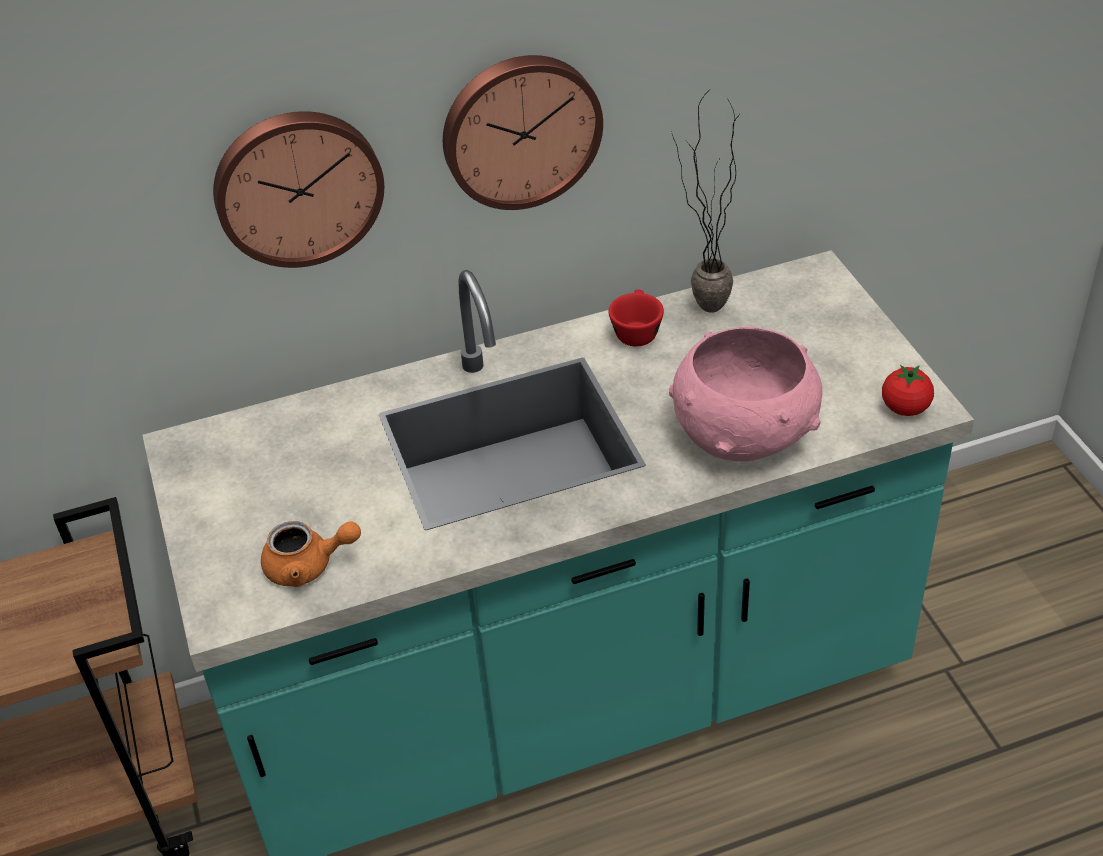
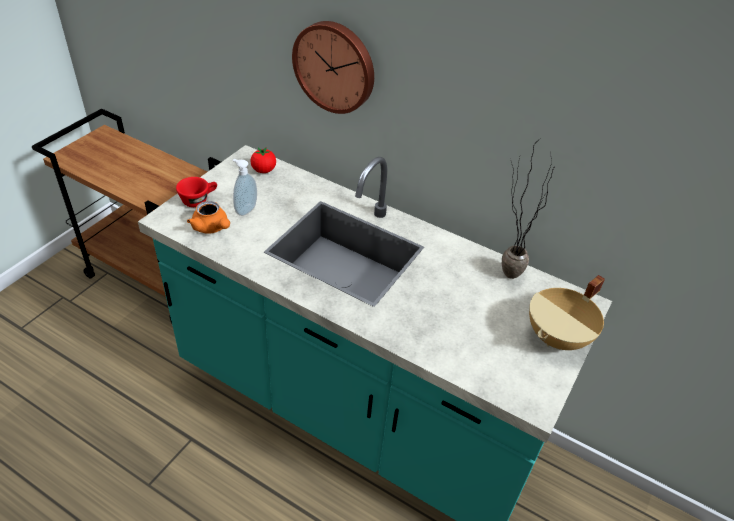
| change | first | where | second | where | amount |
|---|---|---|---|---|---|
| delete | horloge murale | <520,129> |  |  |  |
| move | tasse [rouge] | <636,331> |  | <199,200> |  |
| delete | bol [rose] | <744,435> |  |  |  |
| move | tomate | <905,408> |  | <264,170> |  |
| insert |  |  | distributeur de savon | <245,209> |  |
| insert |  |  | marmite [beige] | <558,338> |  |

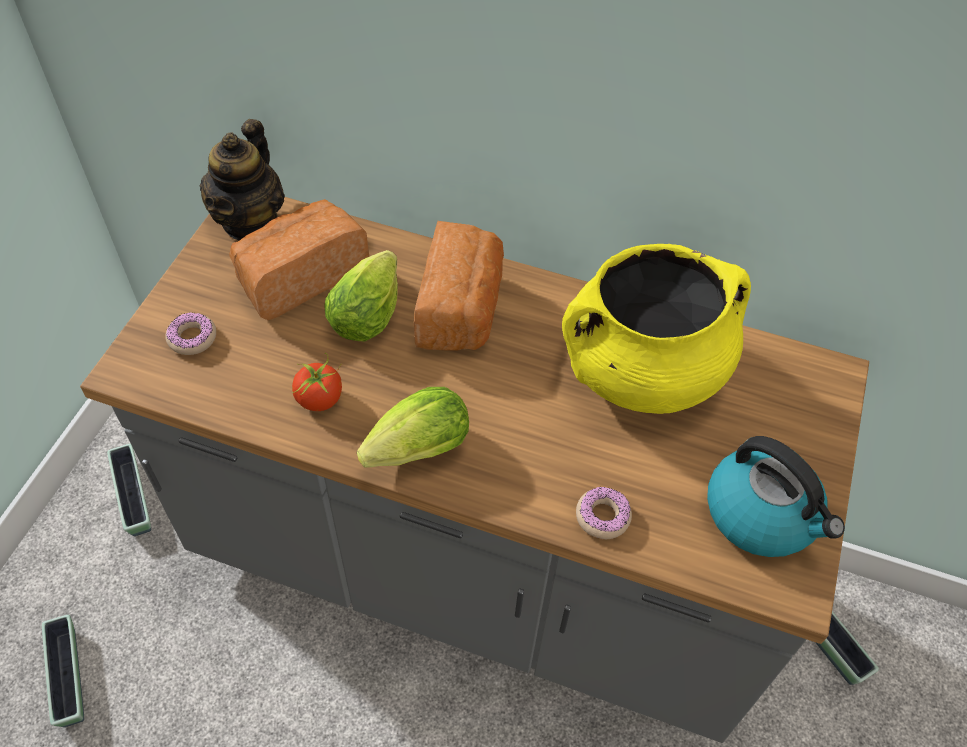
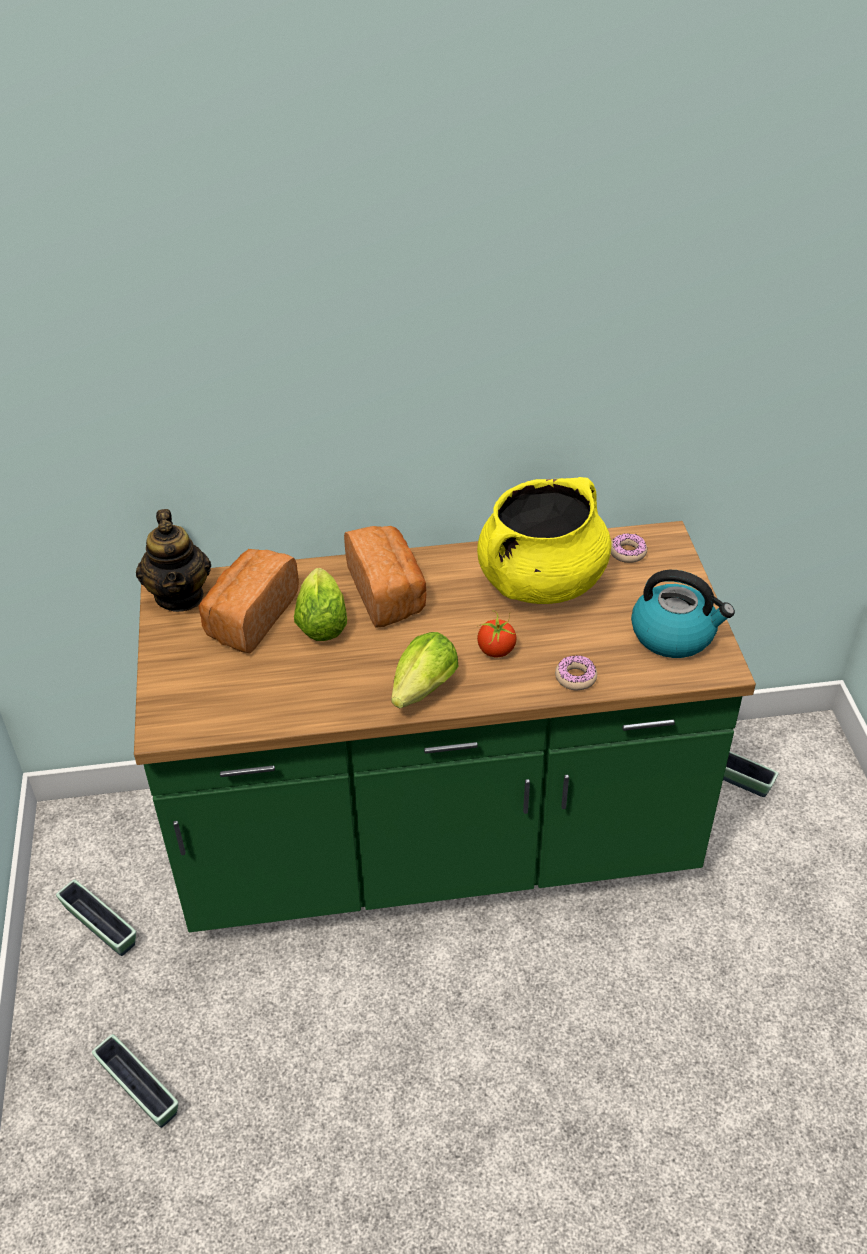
| change | first | where | second | where | amount |
|---|---|---|---|---|---|
| recolor | comptoir de cuisine [gris] | <475,566> | comptoir de cuisine [vert] | <437,844> |  |
| move | beignet | <192,338> |  | <627,552> |  |
| move | tomate | <320,399> |  | <496,650> |  |

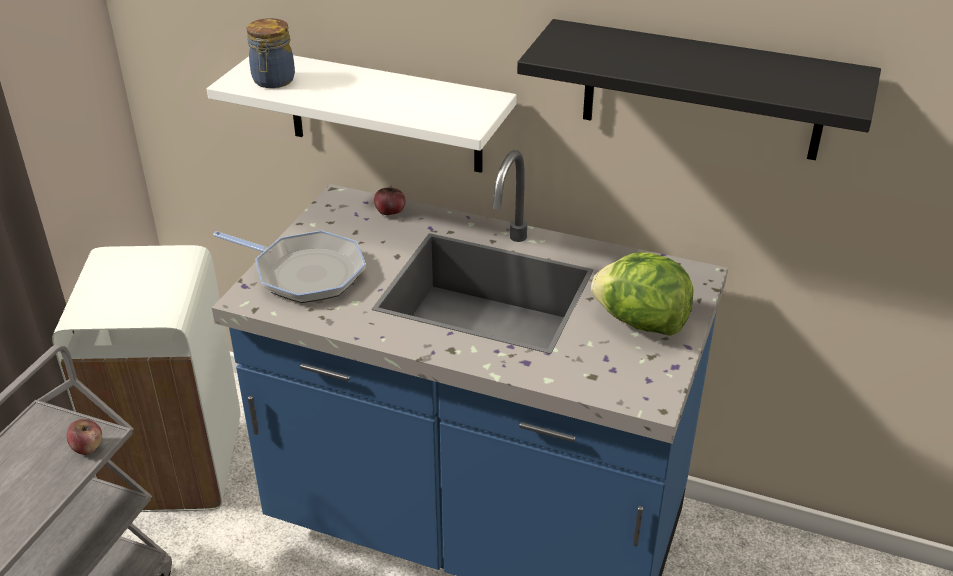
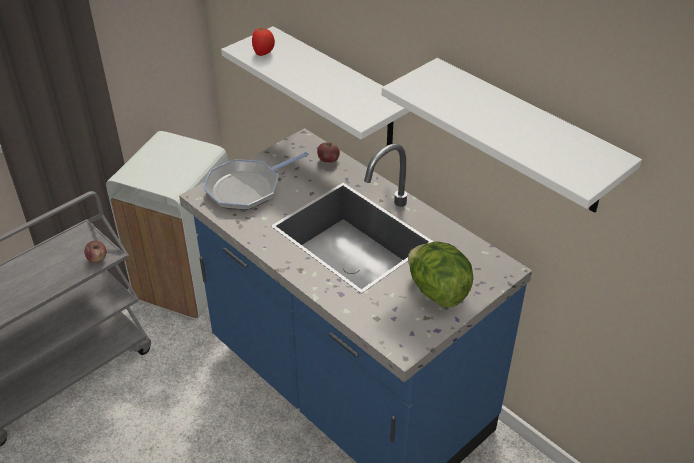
| change | first | where | second | where | amount |
|---|---|---|---|---|---|
| rotate | poêle | <304,273> |  | <247,188> | 90 degrees clockwise |
| replace | bocal | <273,81> | tomate | <264,53> |  |
| recolor | étagère [noir] | <702,91> | étagère [blanc] | <525,137> |  |

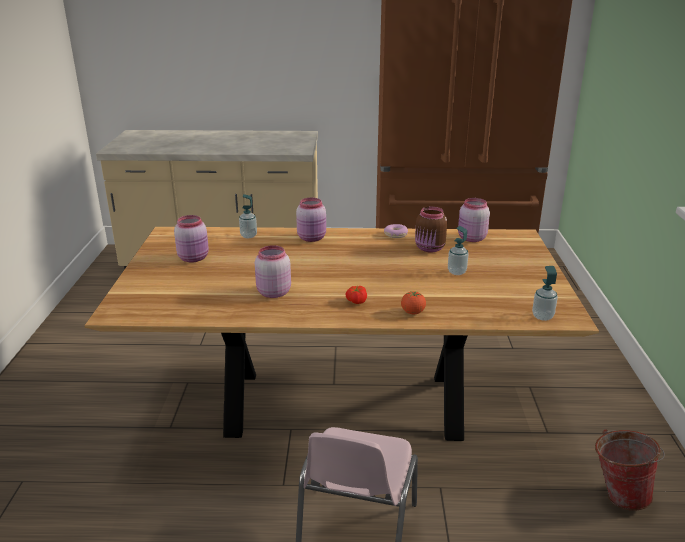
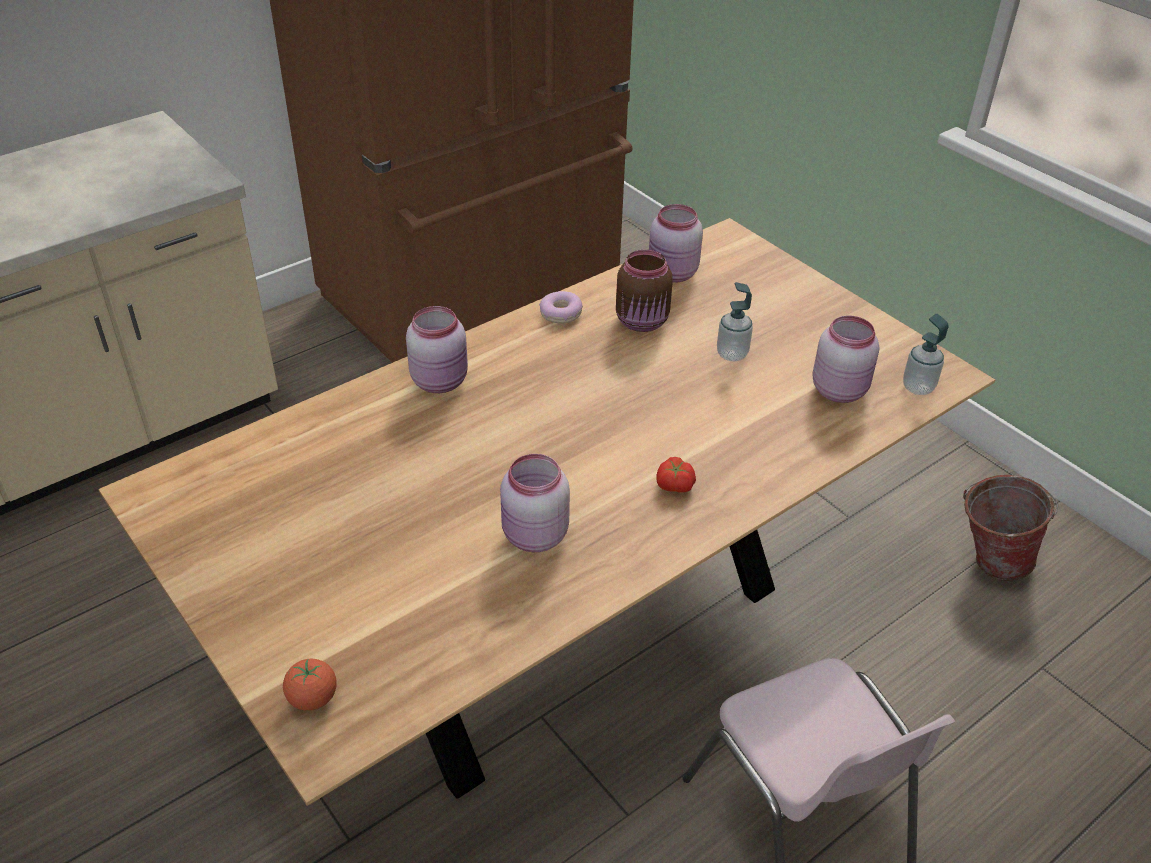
| change | first | where | second | where | amount |
|---|---|---|---|---|---|
| move | bocal [rose] | <194,258> |  | <840,389> |  |
| delete | distributeur de savon | <248,236> |  |  |  |
| move | tomate | <412,312> |  | <313,698> |  |

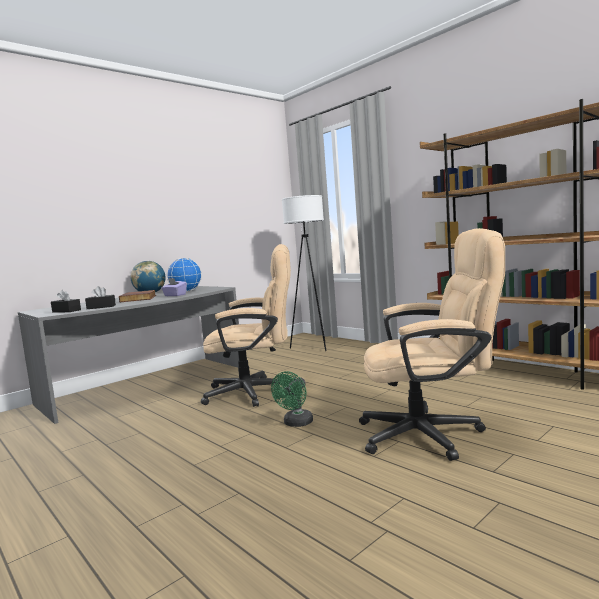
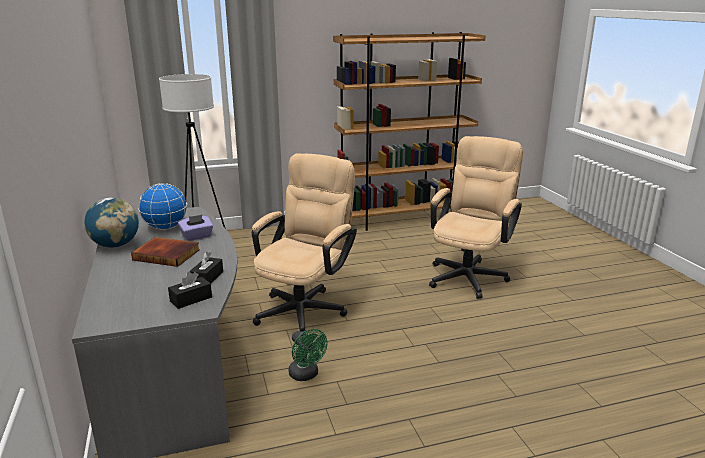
| change | first | where | second | where | amount |
|---|---|---|---|---|---|
| move | ventilateur [vert] | <296,423> |  | <306,375> |  |

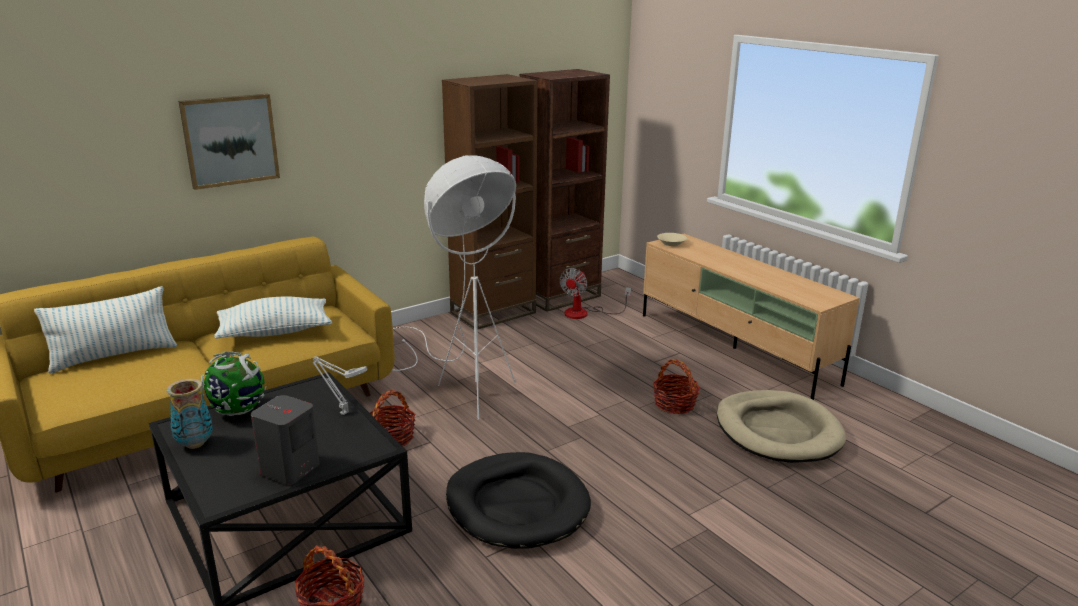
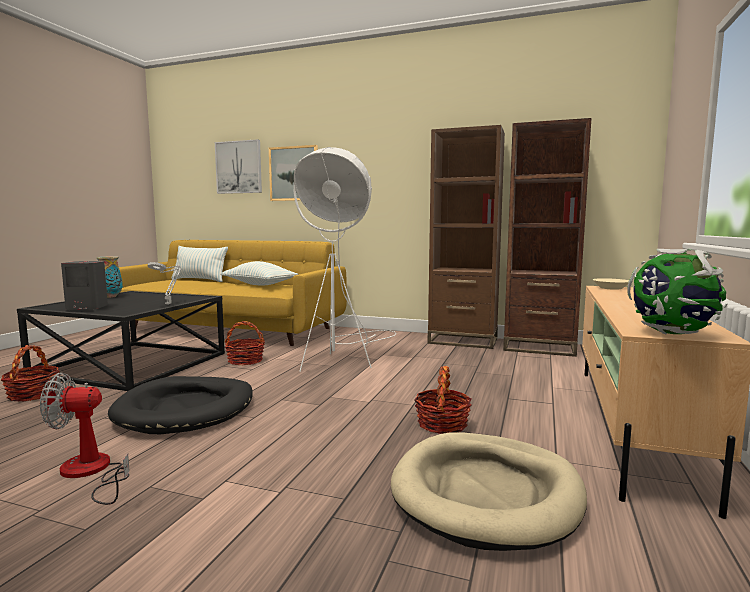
| change | first | where | second | where | amount |
|---|---|---|---|---|---|
| move | globe | <237,410> |  | <672,333> |  |
| move | ventilateur | <584,313> |  | <91,473> |  |
| insert |  |  | tableau | <239,167> |  |

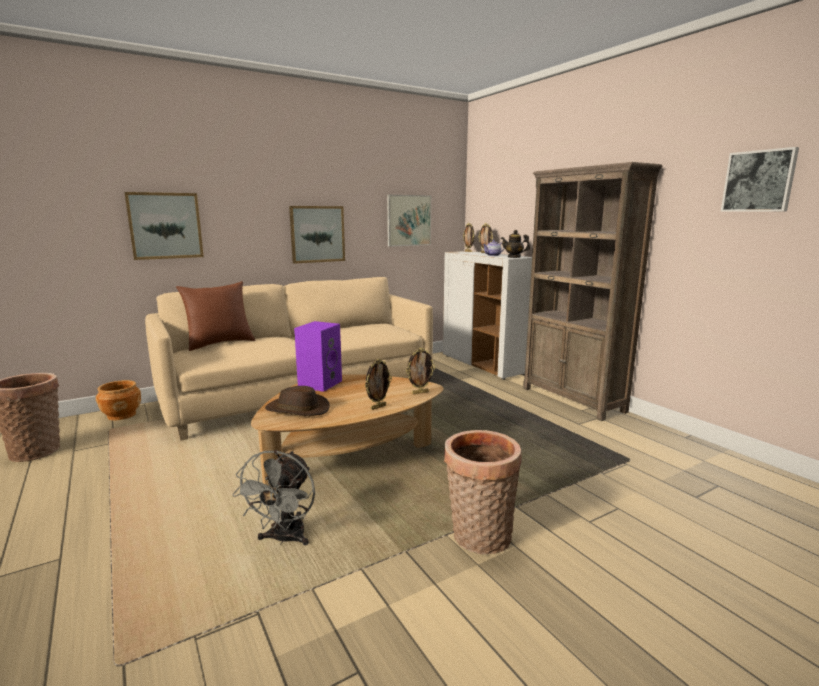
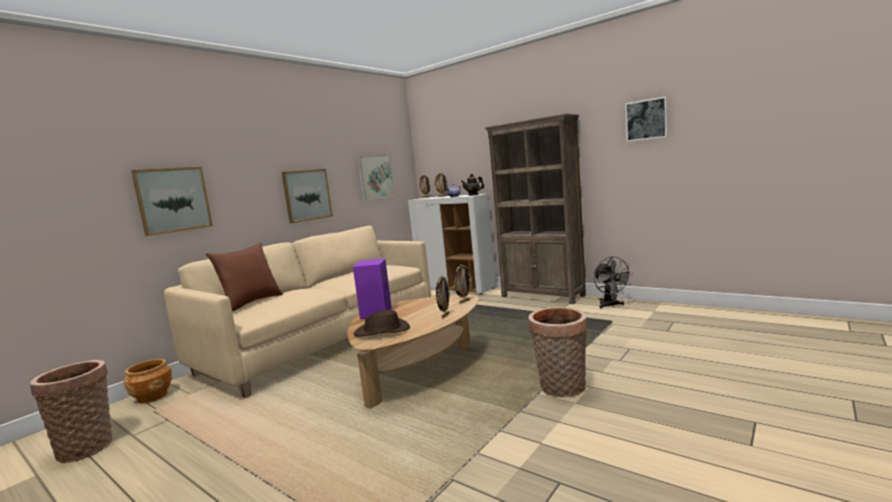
| change | first | where | second | where | amount |
|---|---|---|---|---|---|
| move | ventilateur [gris] | <284,539> |  | <610,305> |  |

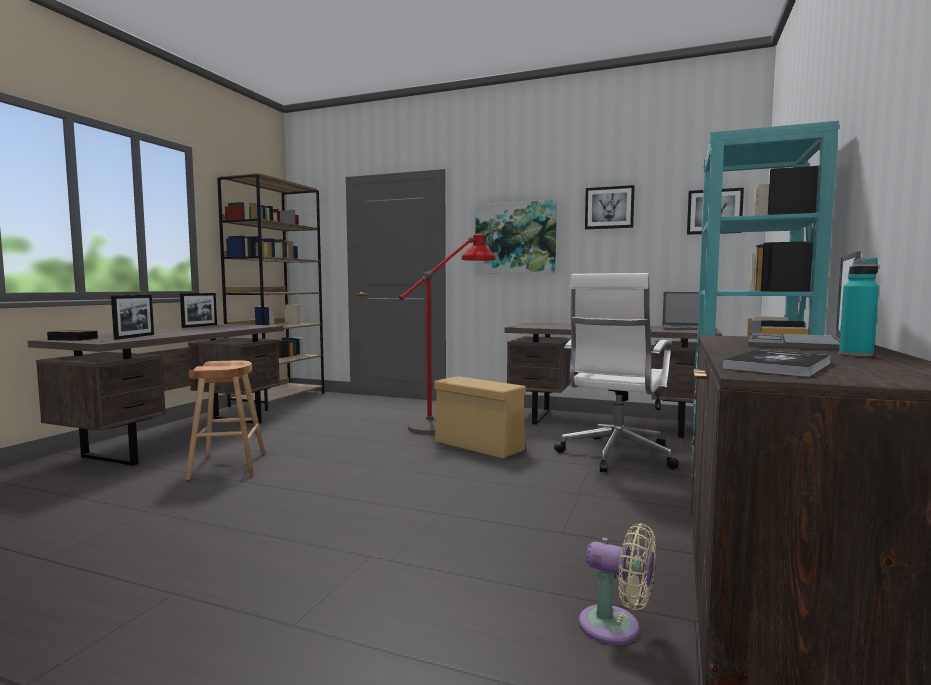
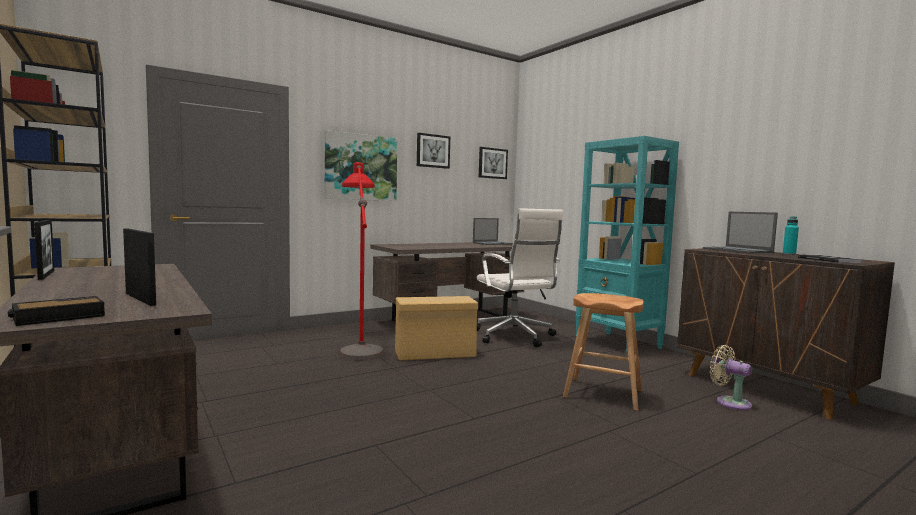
| change | first | where | second | where | amount |
|---|---|---|---|---|---|
| move | tabouret [marron] | <228,466> |  | <602,394> |  |
| rotate | ventilateur [beige] | <616,628> |  | <729,402> | 105 degrees counterclockwise |

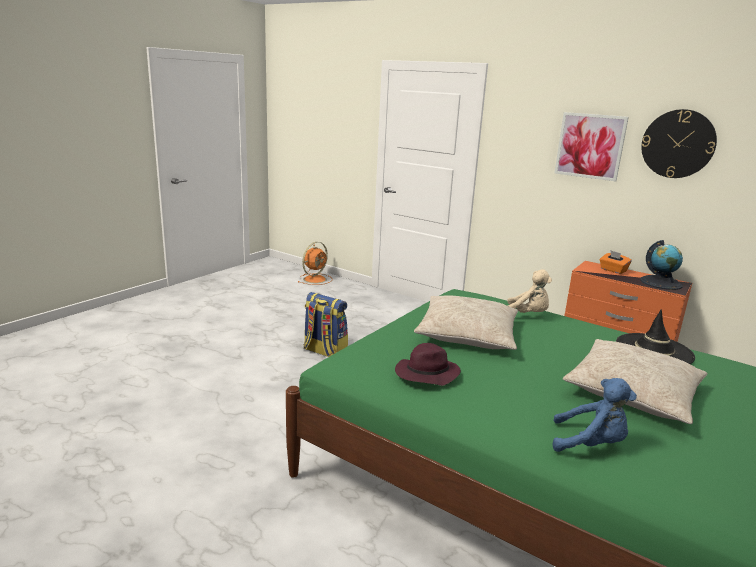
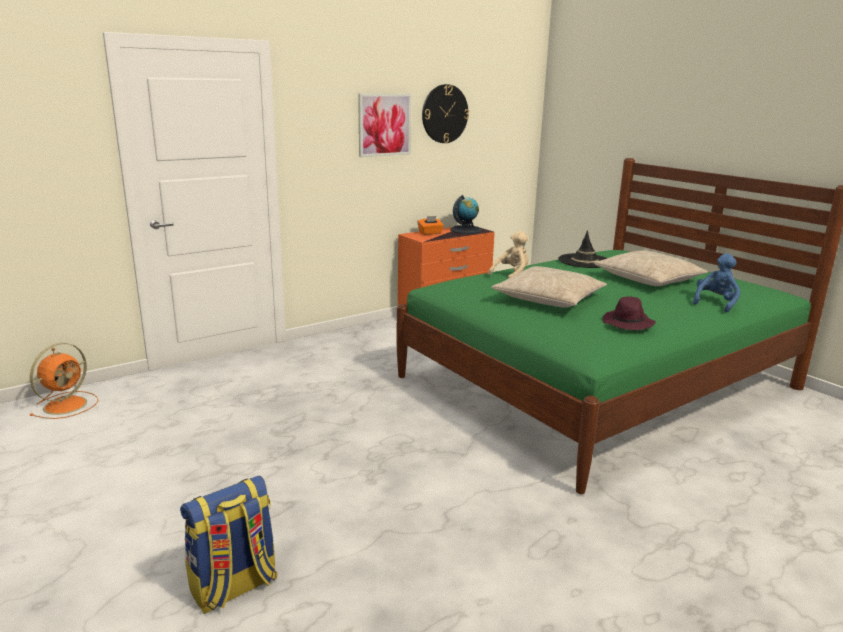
| change | first | where | second | where | amount |
|---|---|---|---|---|---|
| rotate | ventilateur [orange] | <315,279> |  | <67,404> | 60 degrees clockwise |
| move | sac à dos | <324,351> |  | <234,587> |  |

